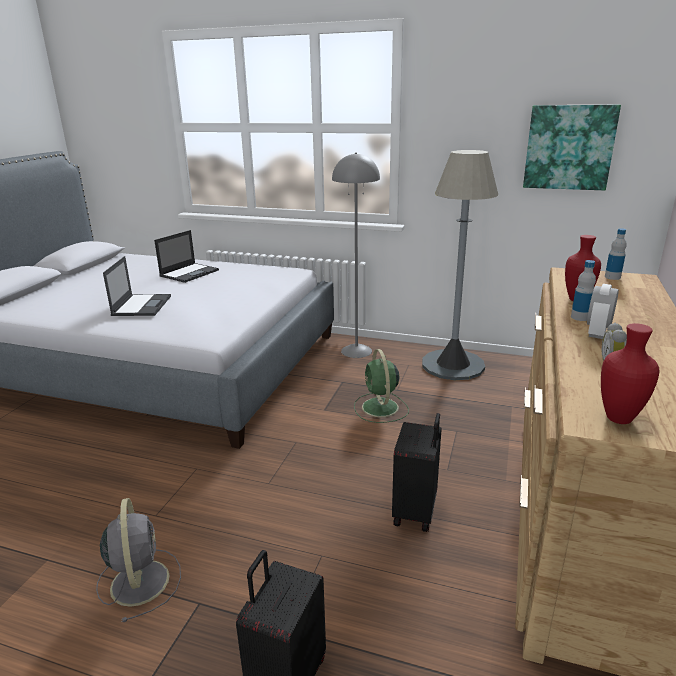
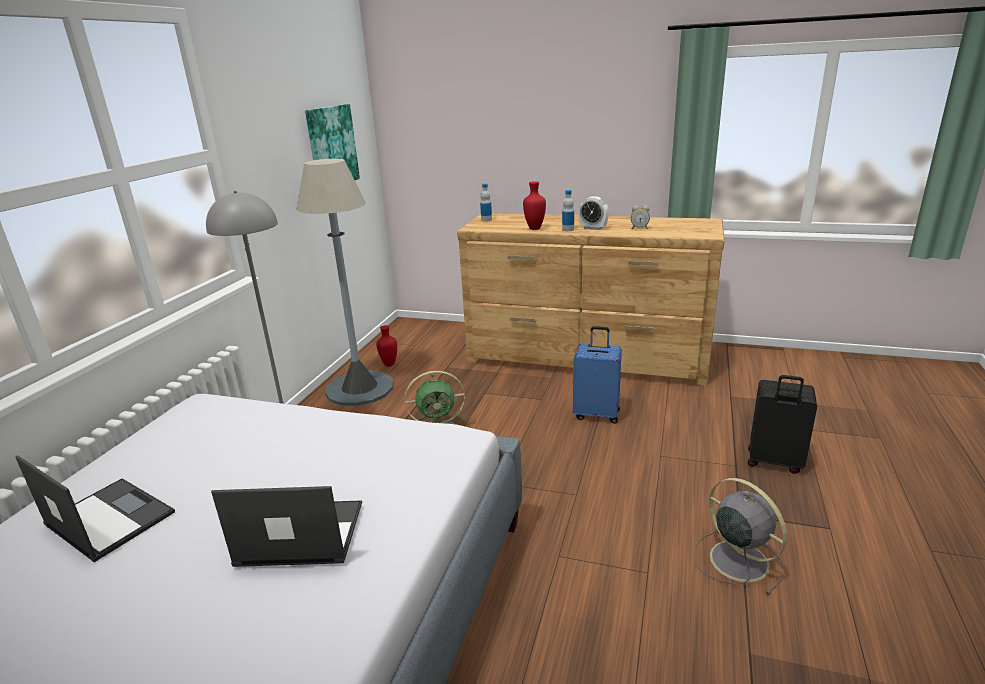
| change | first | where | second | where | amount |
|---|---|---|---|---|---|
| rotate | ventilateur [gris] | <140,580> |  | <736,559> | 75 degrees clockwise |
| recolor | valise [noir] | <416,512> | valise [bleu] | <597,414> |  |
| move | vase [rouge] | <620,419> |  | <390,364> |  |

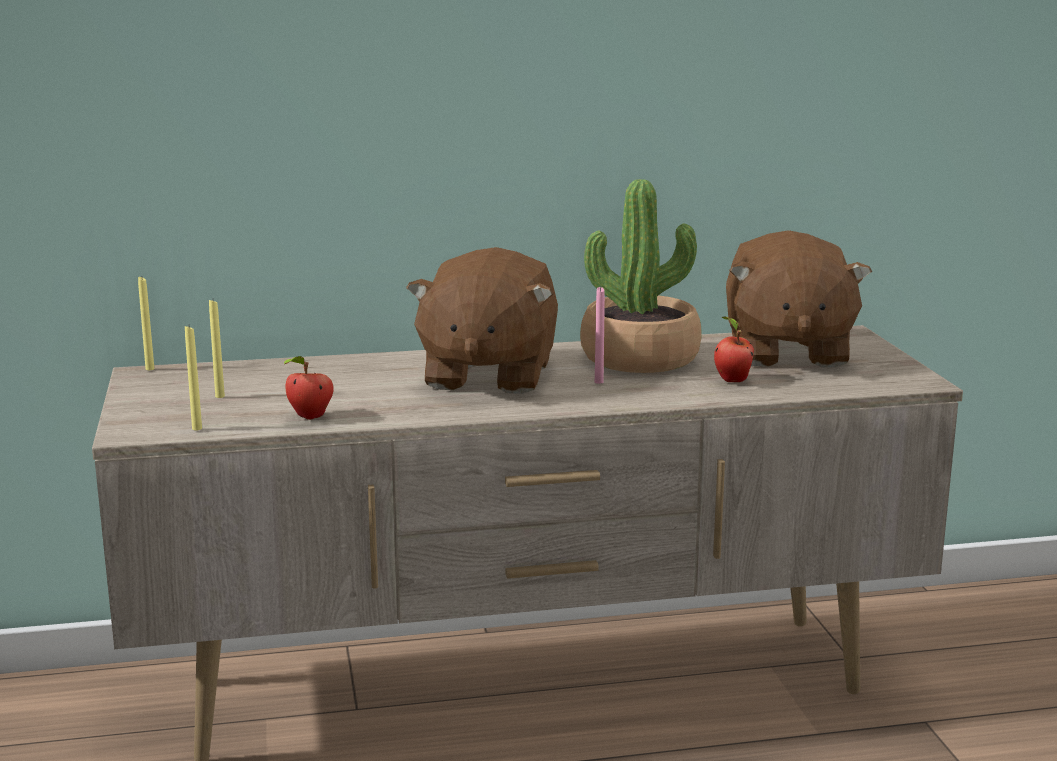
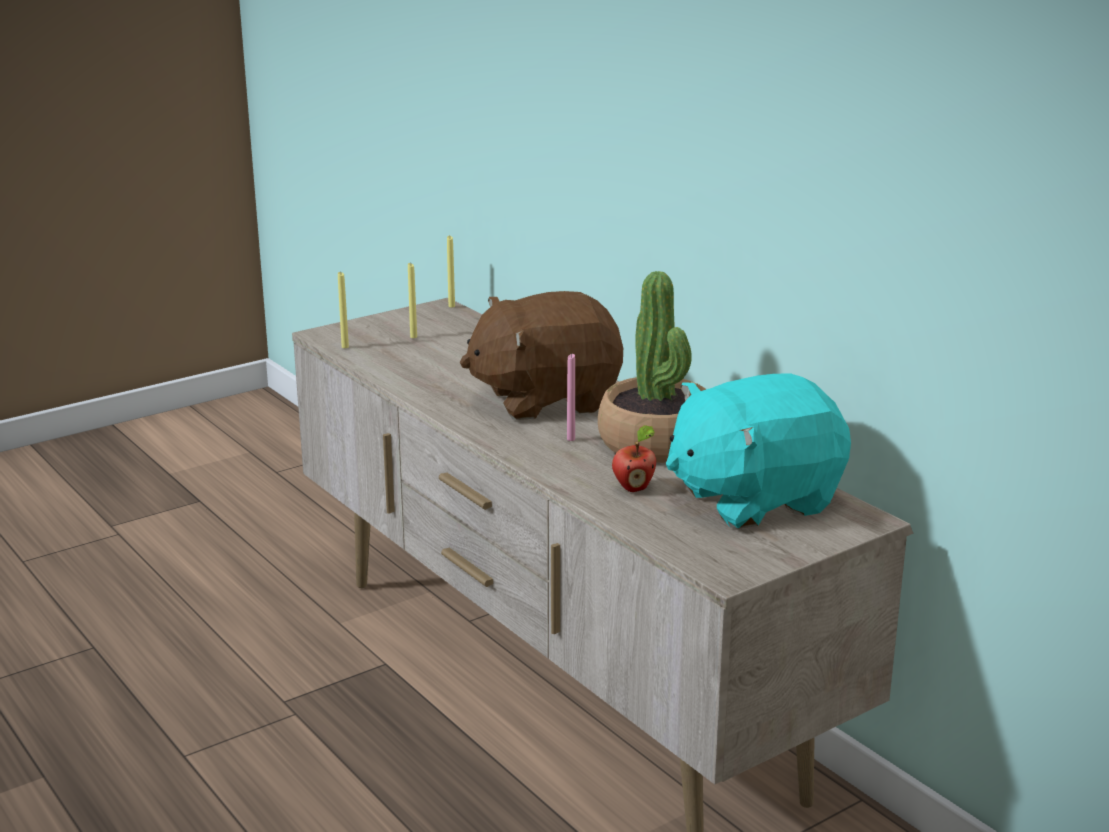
| change | first | where | second | where | amount |
|---|---|---|---|---|---|
| delete | pomme | <309,417> |  |  |  |
| recolor | peluche [marron] | <786,352> | peluche [turquoise] | <753,499> |  |

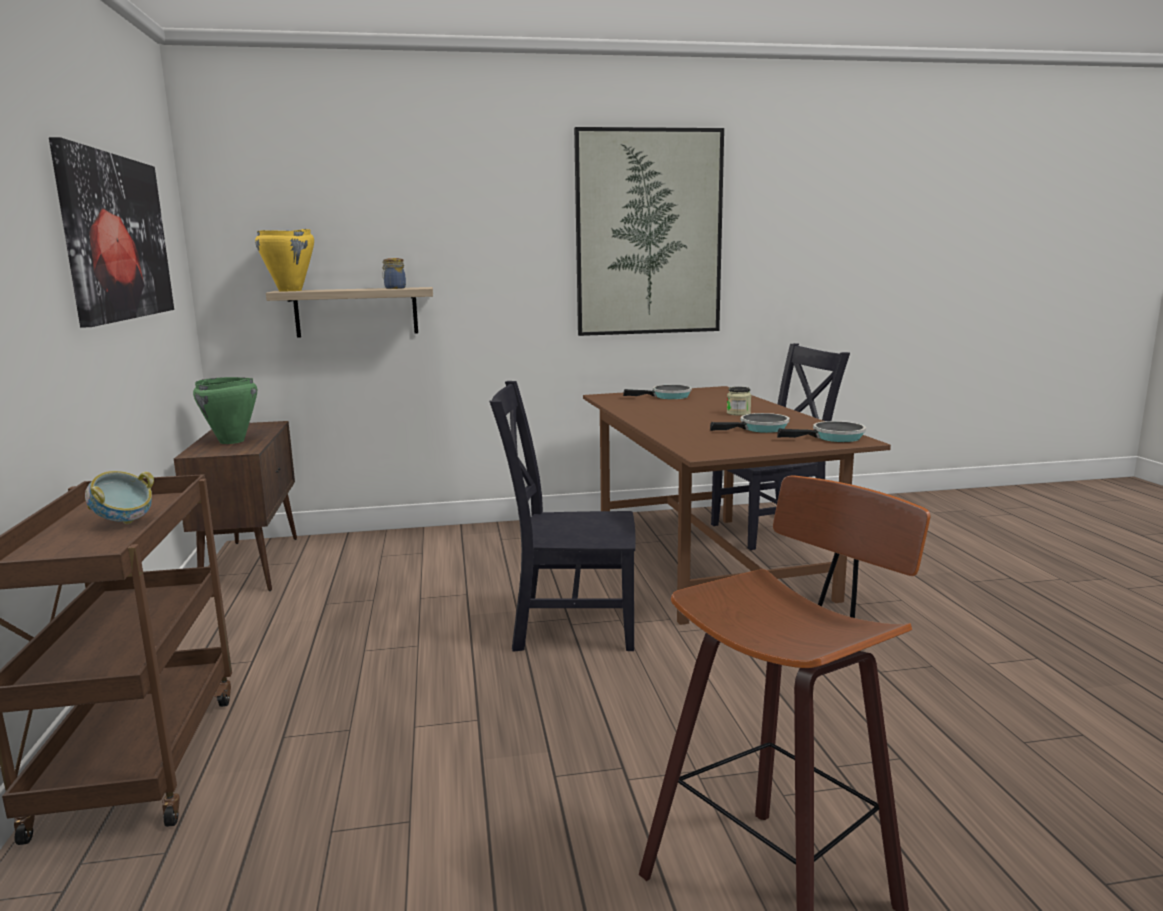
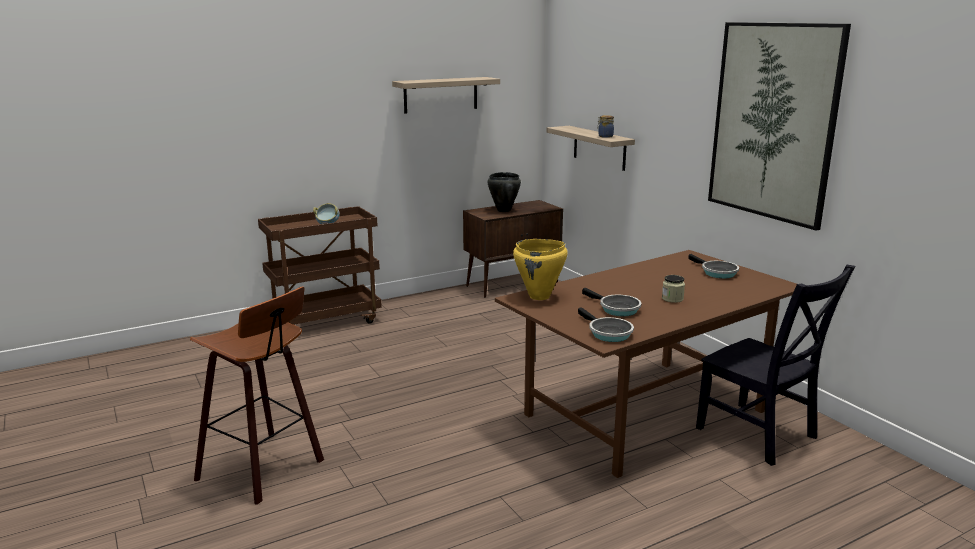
| change | first | where | second | where | amount |
|---|---|---|---|---|---|
| replace | tableau | <116,237> | étagère | <441,95> |  |
| recolor | marmite [vert] | <231,441> | marmite [noir] | <503,210> |  |
| move | marmite [jaune] | <291,290> |  | <539,296> |  |
| delete | chaise [noir] | <568,625> |  |  |  |

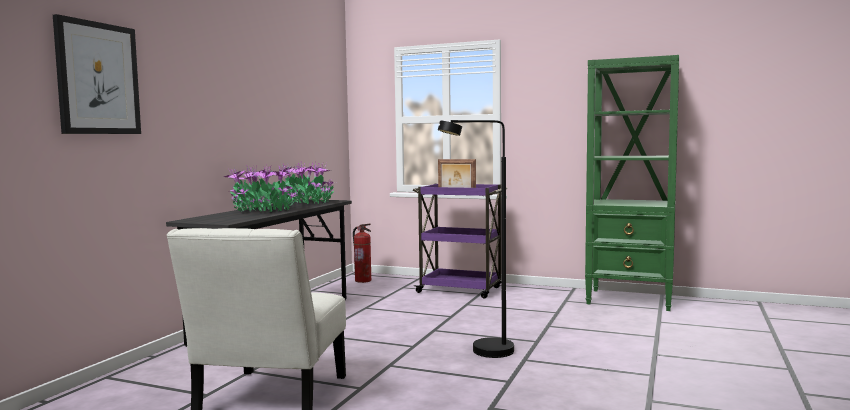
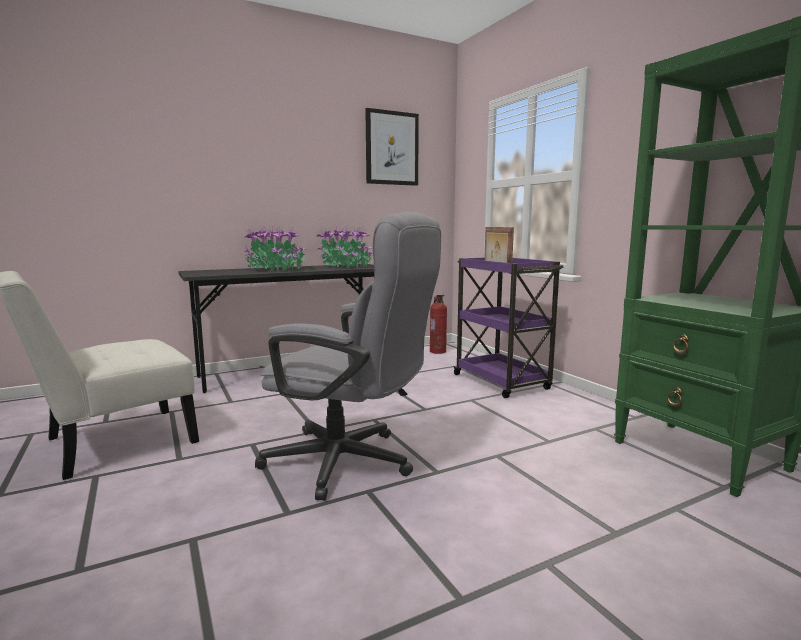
| change | first | where | second | where | amount |
|---|---|---|---|---|---|
| move | tableau | <98,78> |  | <391,148> |  |
| replace | lampadaire [noir] | <483,352> | chaise de bureau [gris] | <351,463> |  |

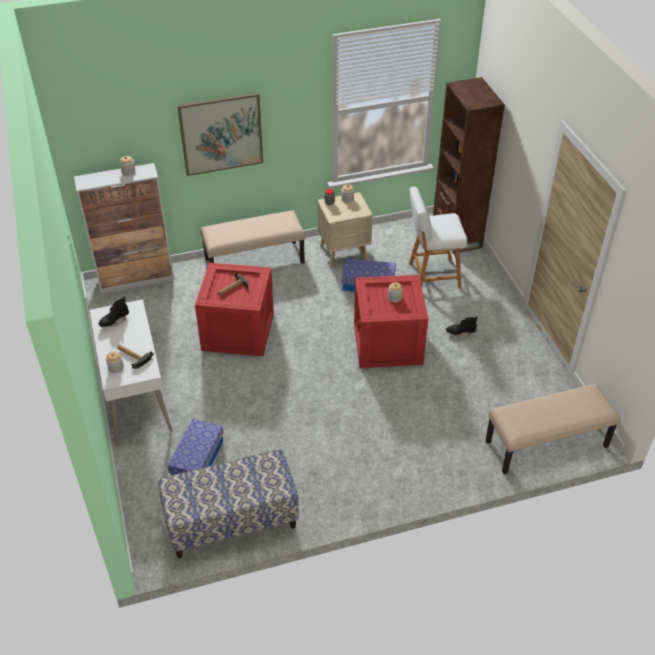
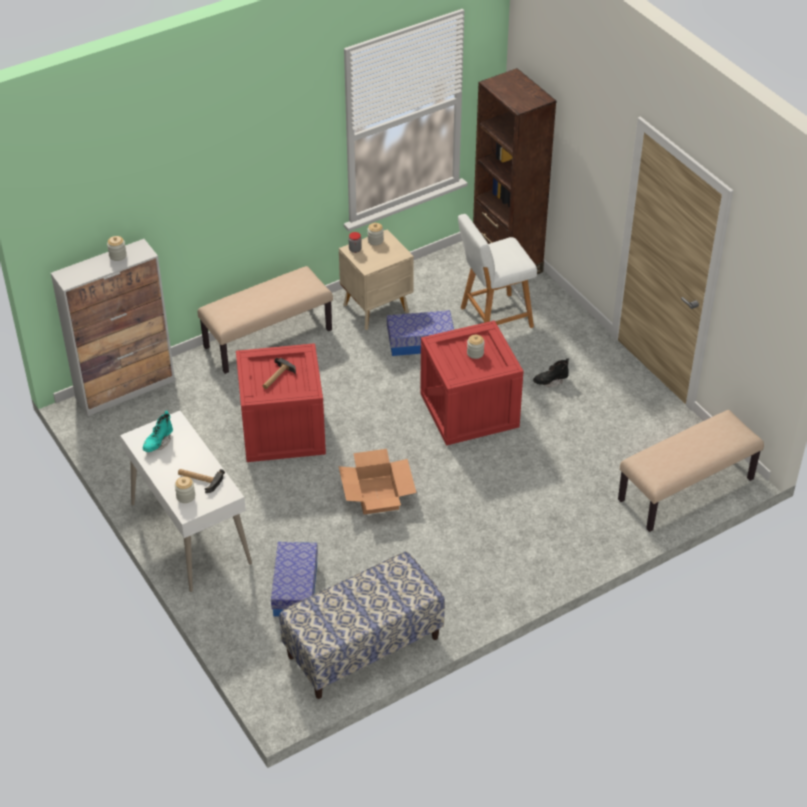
| change | first | where | second | where | amount |
|---|---|---|---|---|---|
| recolor | botte [noir] | <115,321> | botte [turquoise] | <158,443> |  |
| delete | tableau | <221,134> |  |  |  |
| insert |  |  | carton | <377,494> |  |

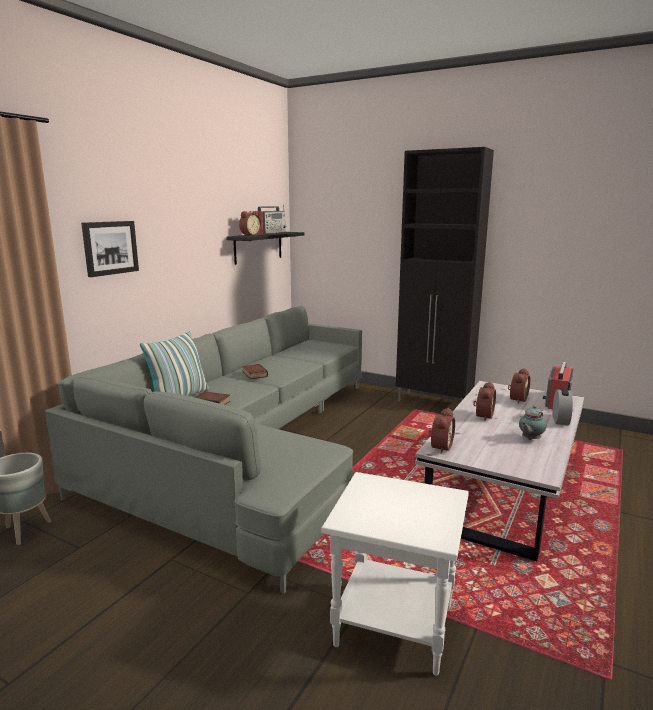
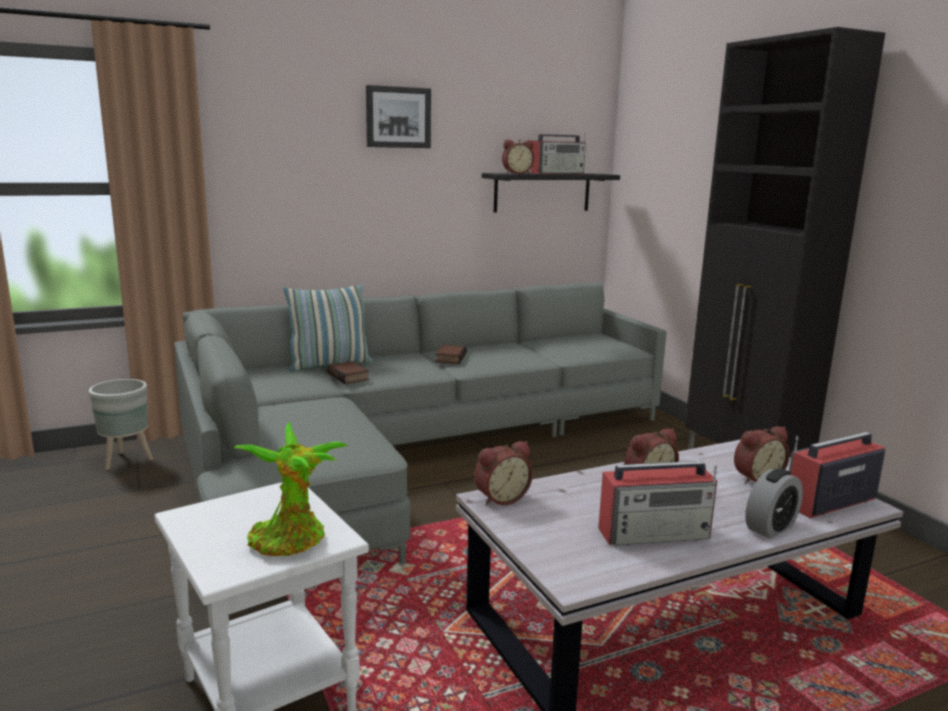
| change | first | where | second | where | amount |
|---|---|---|---|---|---|
| move | tableau | <110,248> |  | <398,117> |  |
| replace | théière | <530,439> | radio | <656,533> |  |
| insert |  |  | plante en pot | <291,542> |  |

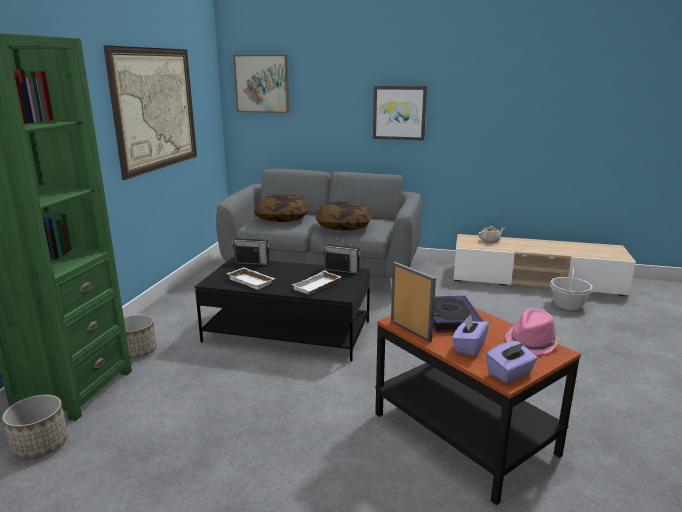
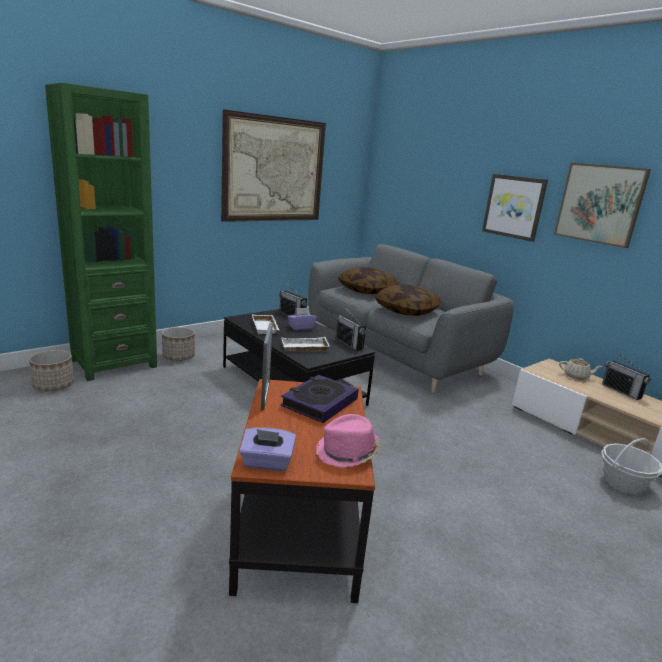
| change | first | where | second | where | amount |
|---|---|---|---|---|---|
| move | tableau | <262,84> |  | <600,204> |  |
| move | boîte à mouchoirs [violet] | <469,347> |  | <301,327> |  |
| insert |  |  | radio | <621,391> |  |

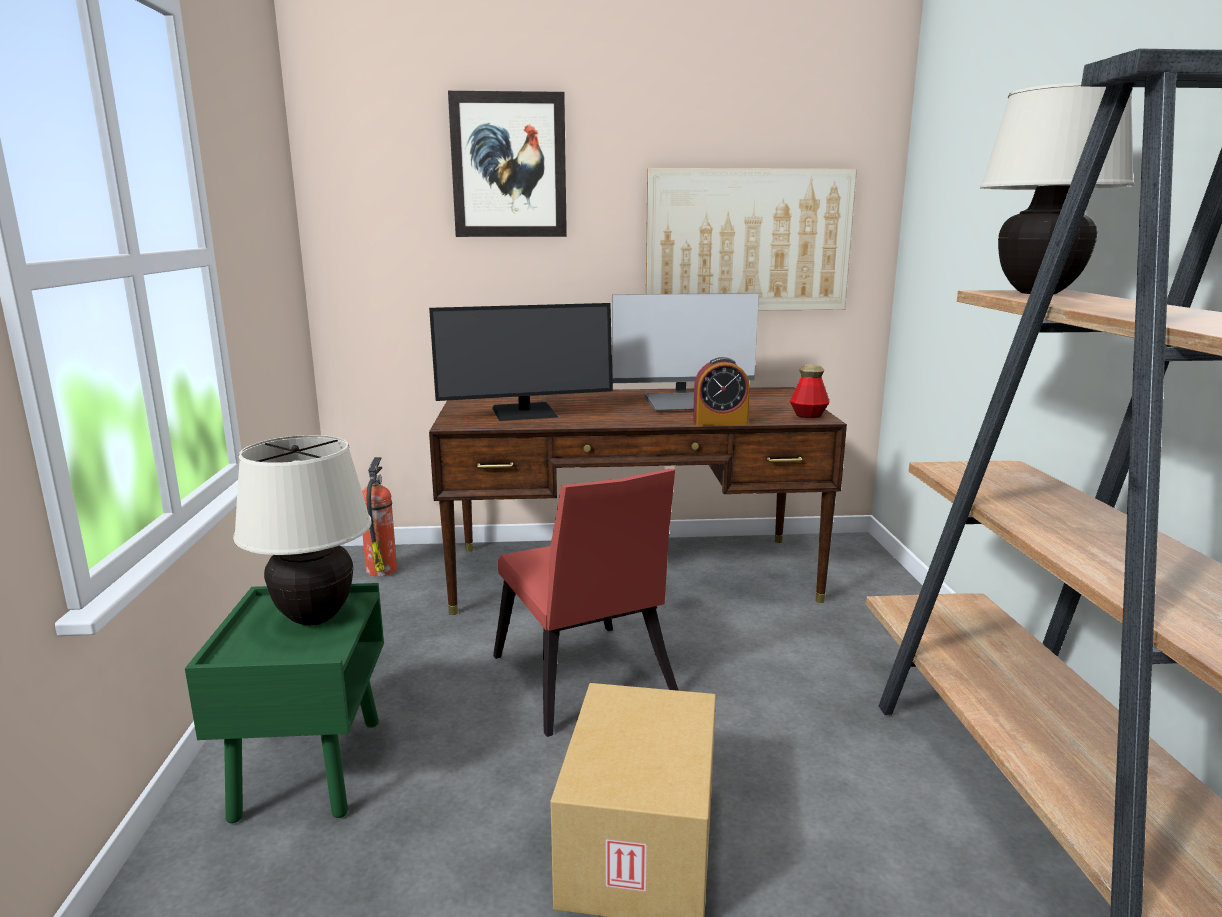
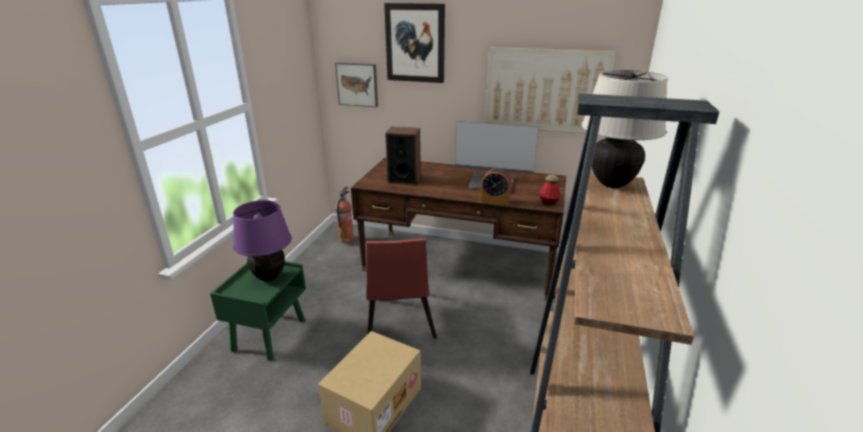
| change | first | where | second | where | amount |
|---|---|---|---|---|---|
| recolor | lampe de table [beige] | <315,618> | lampe de table [violet] | <269,277> |  |
| replace | écran d'ordinateur | <524,413> | enceinte | <404,179> |  |
| insert |  |  | tableau | <357,84> |  |

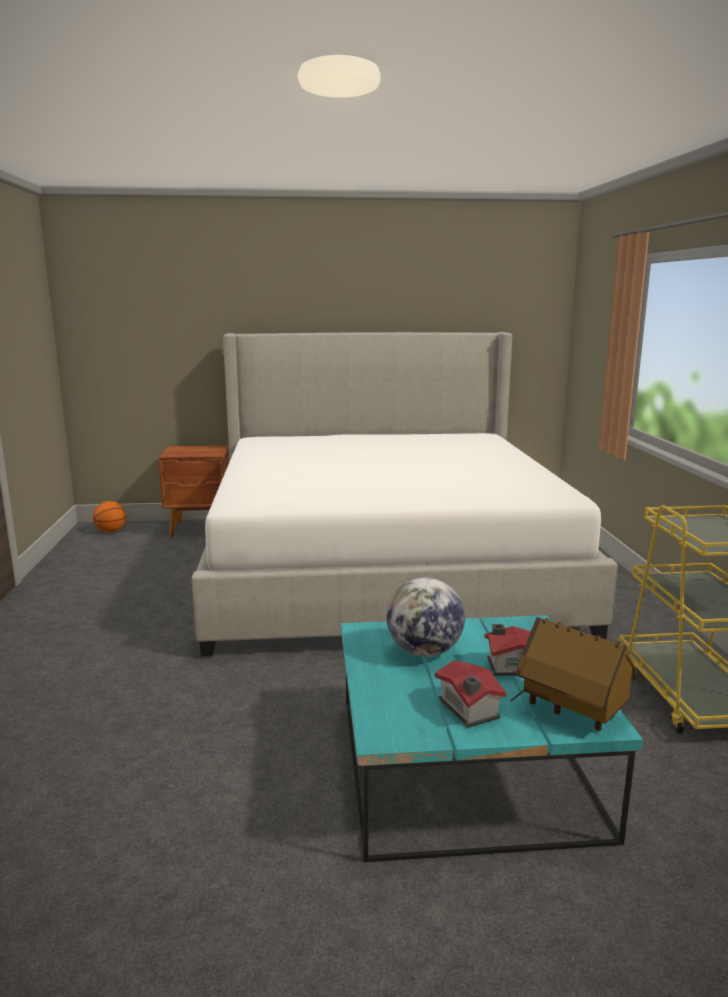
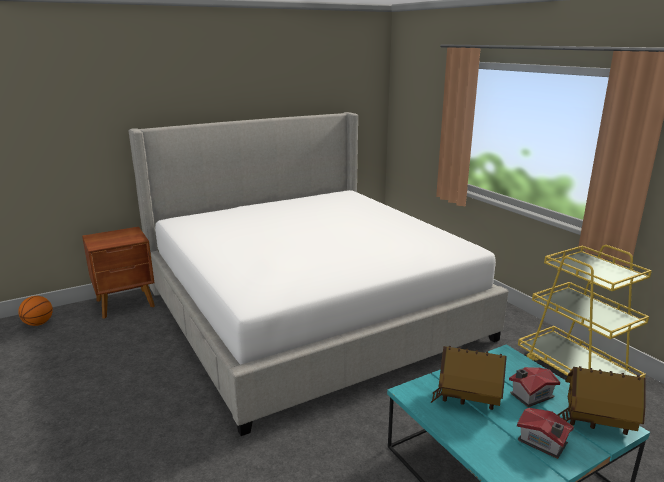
| change | first | where | second | where | amount |
|---|---|---|---|---|---|
| replace | globe | <424,652> | maison miniature | <468,400> |  |

